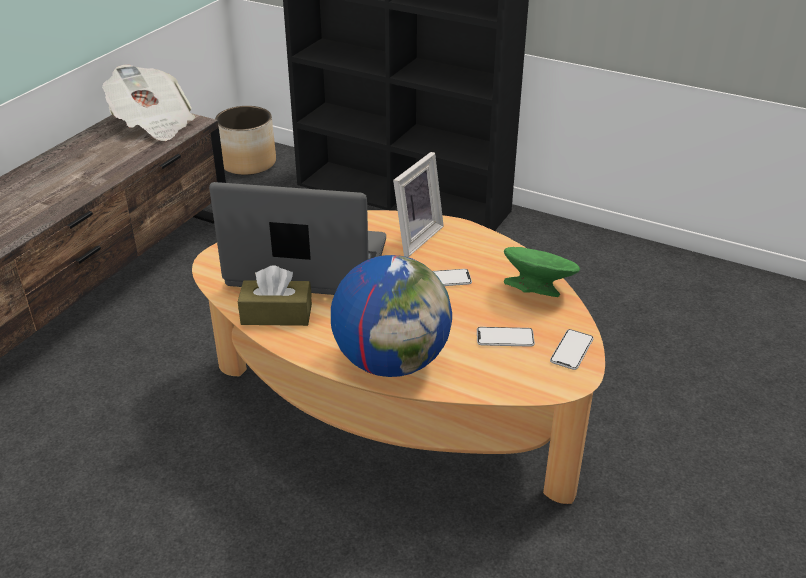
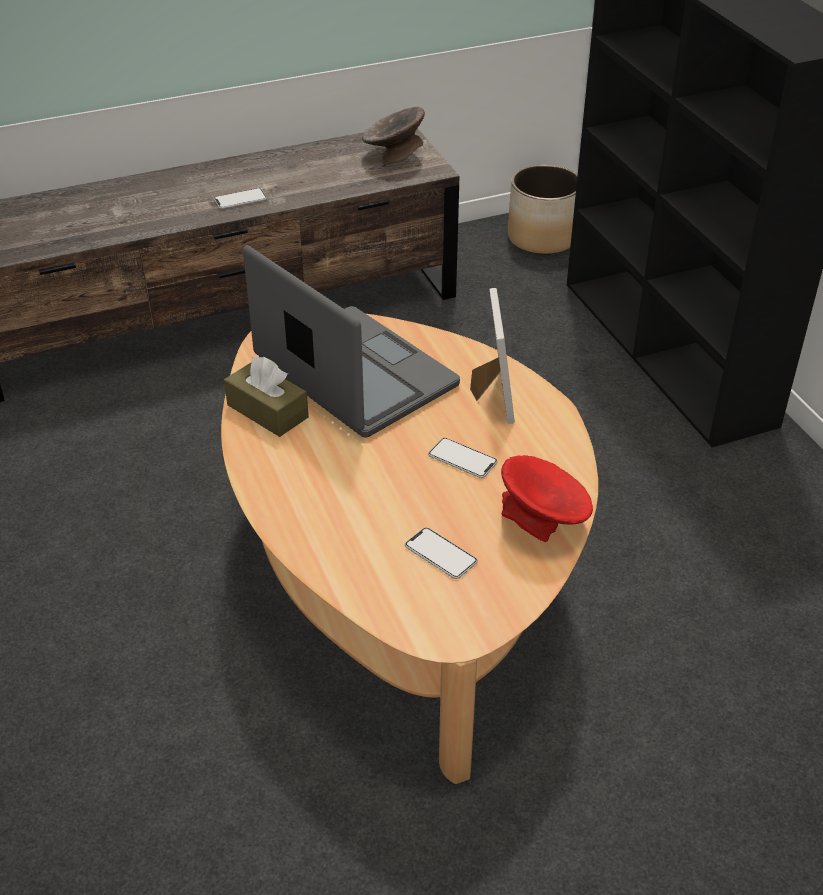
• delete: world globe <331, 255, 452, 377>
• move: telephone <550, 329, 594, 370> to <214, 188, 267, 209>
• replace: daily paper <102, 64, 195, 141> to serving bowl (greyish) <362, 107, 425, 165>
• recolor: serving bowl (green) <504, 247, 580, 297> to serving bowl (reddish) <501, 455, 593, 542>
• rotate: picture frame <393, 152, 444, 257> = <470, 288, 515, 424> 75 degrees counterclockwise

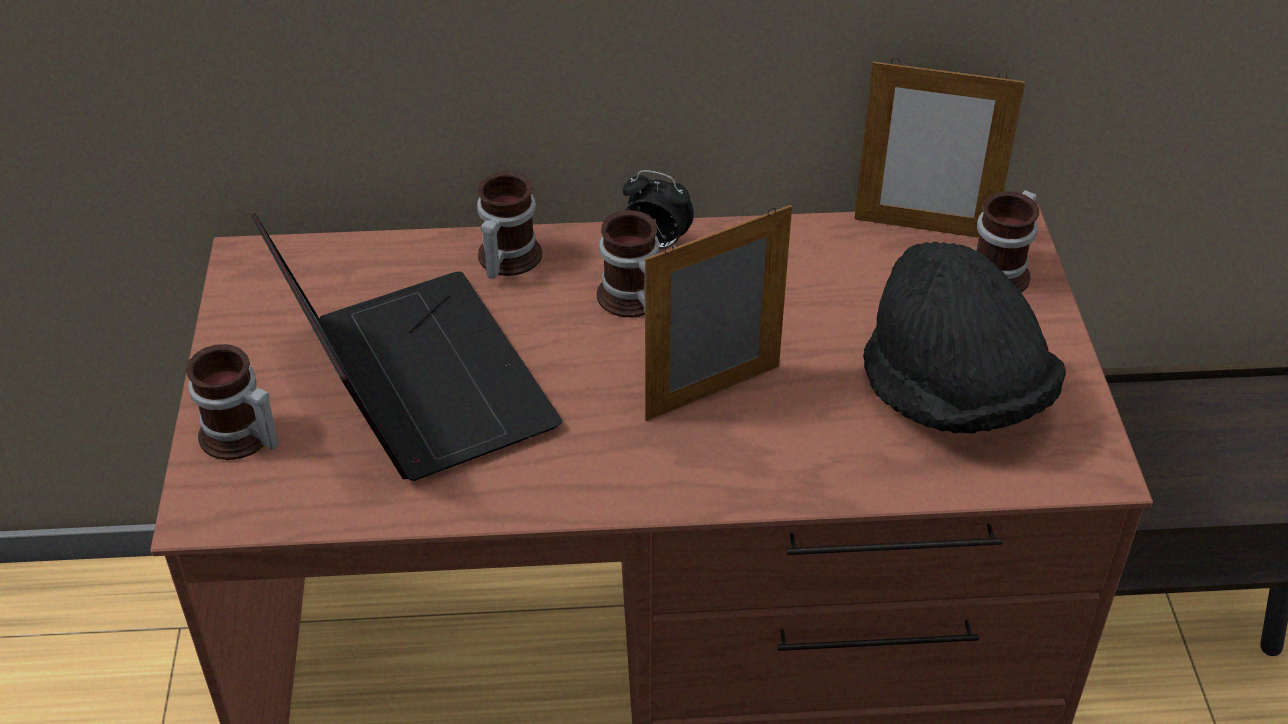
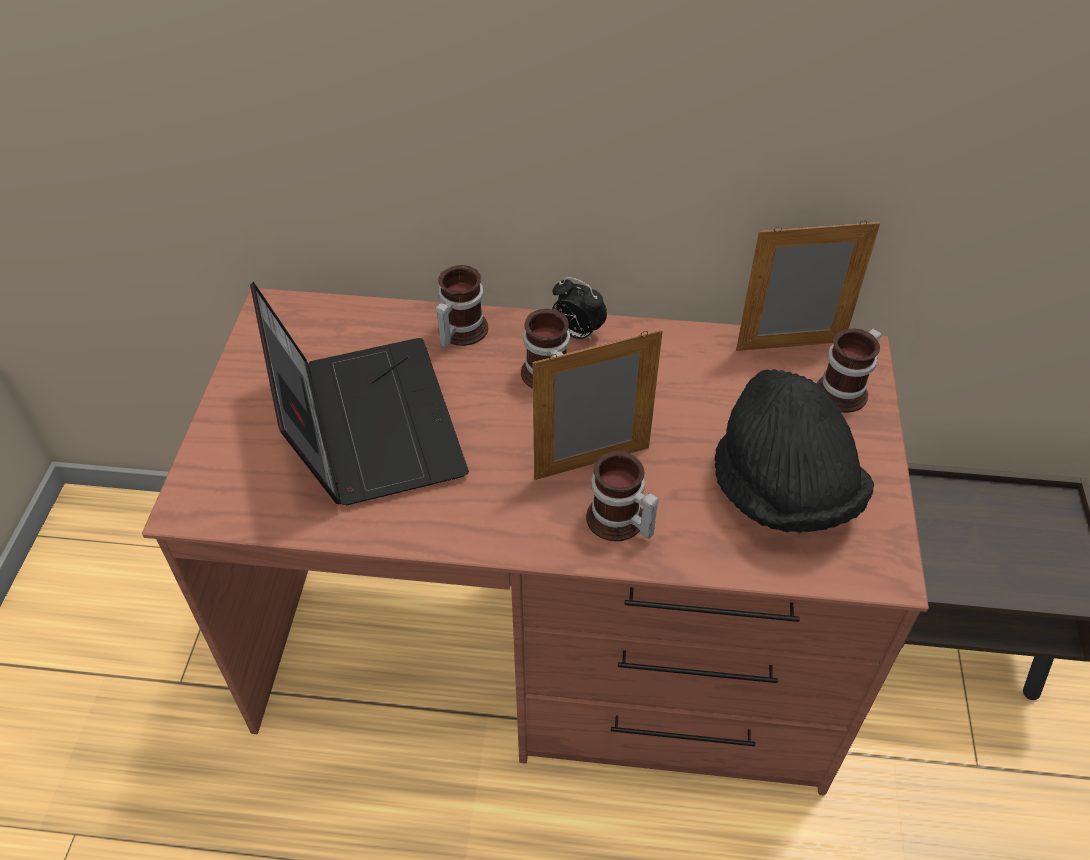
• move: mug <186, 344, 279, 460> to <586, 451, 659, 541>
• rotate: picture frame <855, 58, 1025, 238> = <736, 220, 880, 351> 150 degrees clockwise

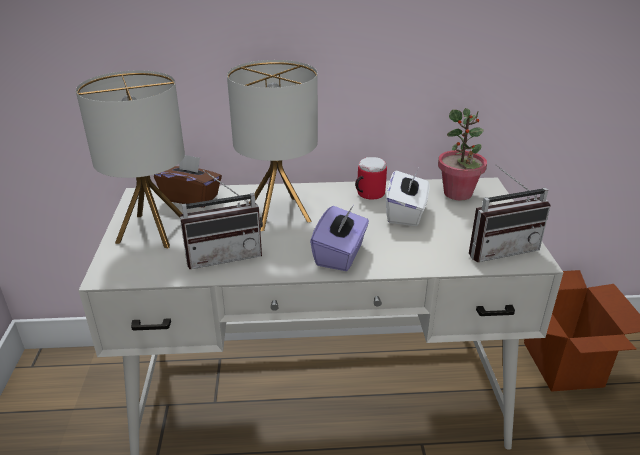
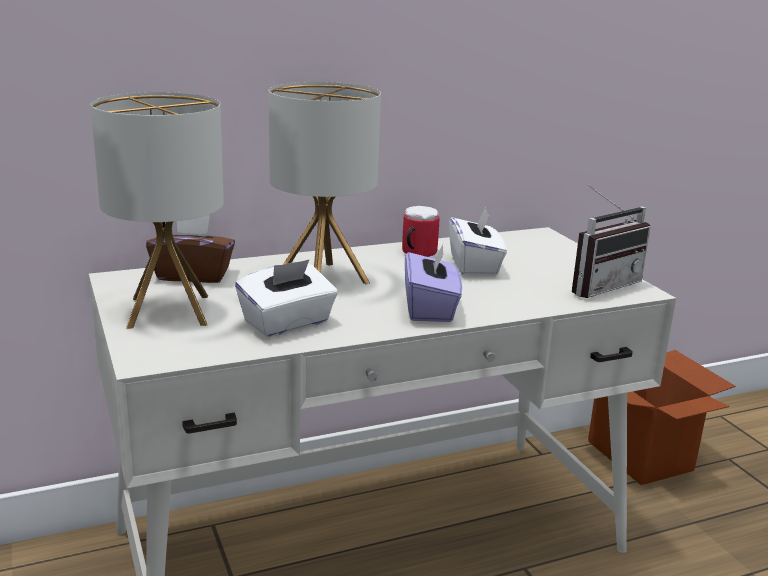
• delete: plant in a pot <438, 108, 487, 201>
• replace: radio receiver <180, 170, 263, 269> to box of tissues (whitish) <235, 259, 338, 337>

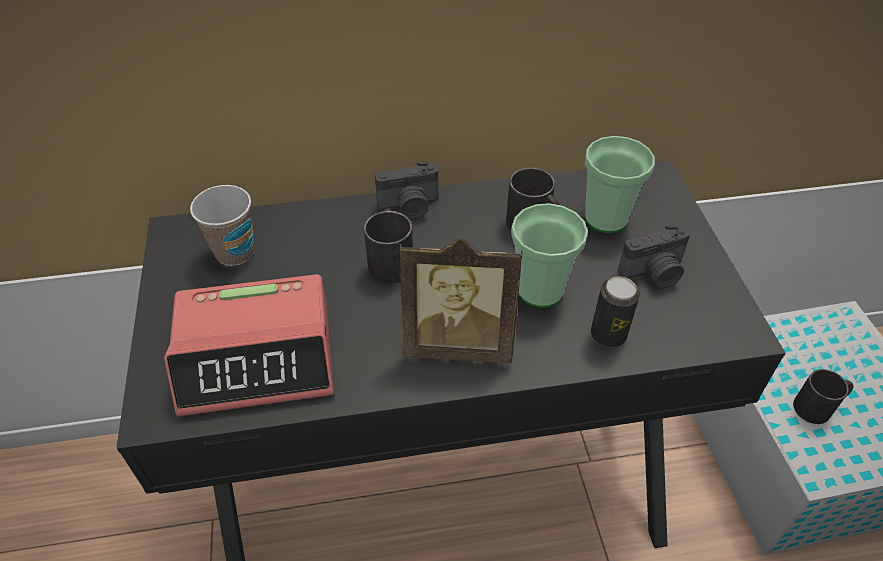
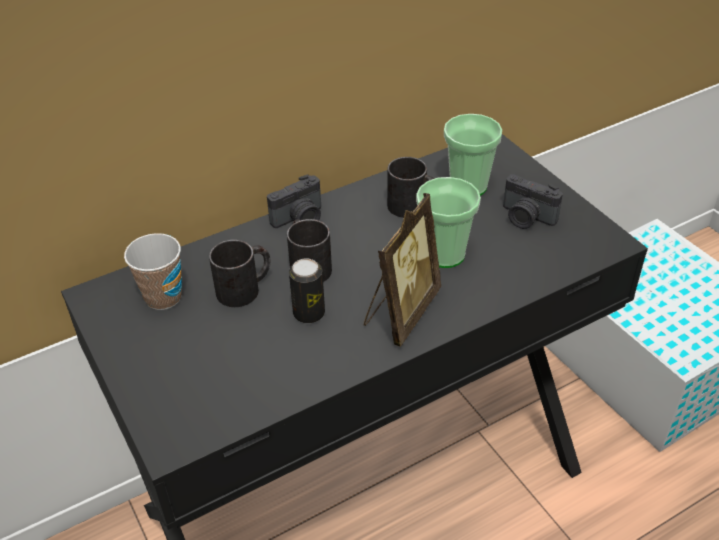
• delete: bedside clock <164, 274, 334, 416>
• move: can <591, 276, 640, 348> to <289, 258, 325, 323>
• move: mug (blackish) <793, 369, 854, 424> to <209, 240, 271, 307>
• rotate: picture frame <400, 238, 522, 363> = <364, 193, 441, 347> 45 degrees counterclockwise
• rotate: photo camera <618, 224, 690, 289> = <503, 174, 563, 229> 75 degrees clockwise

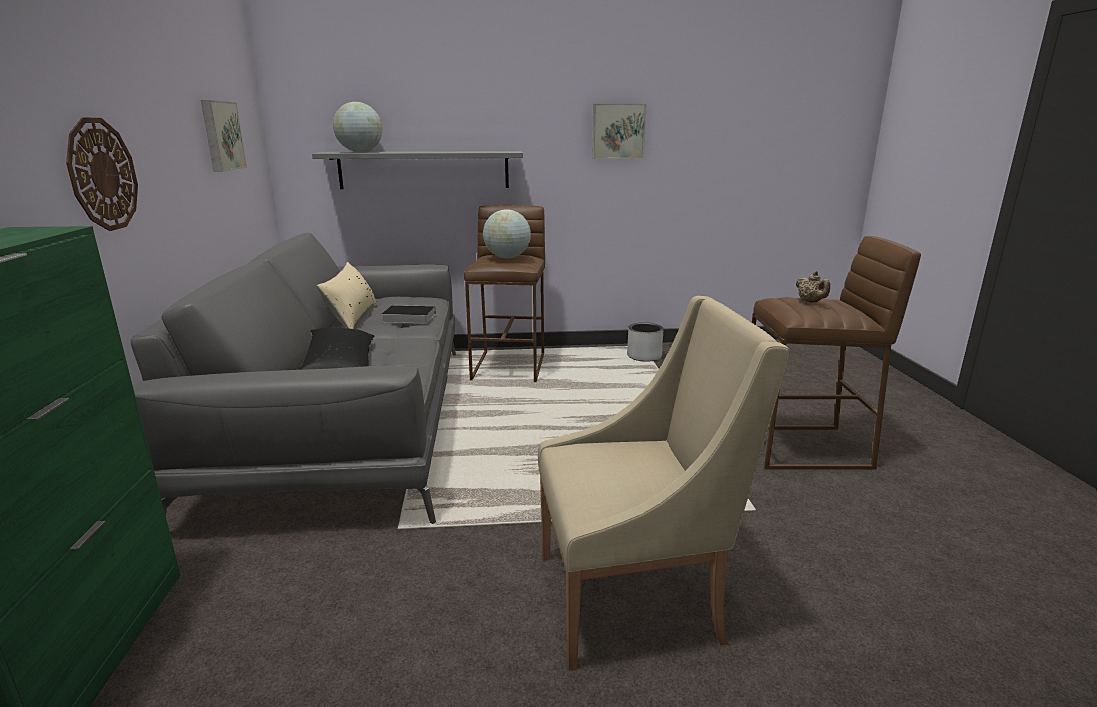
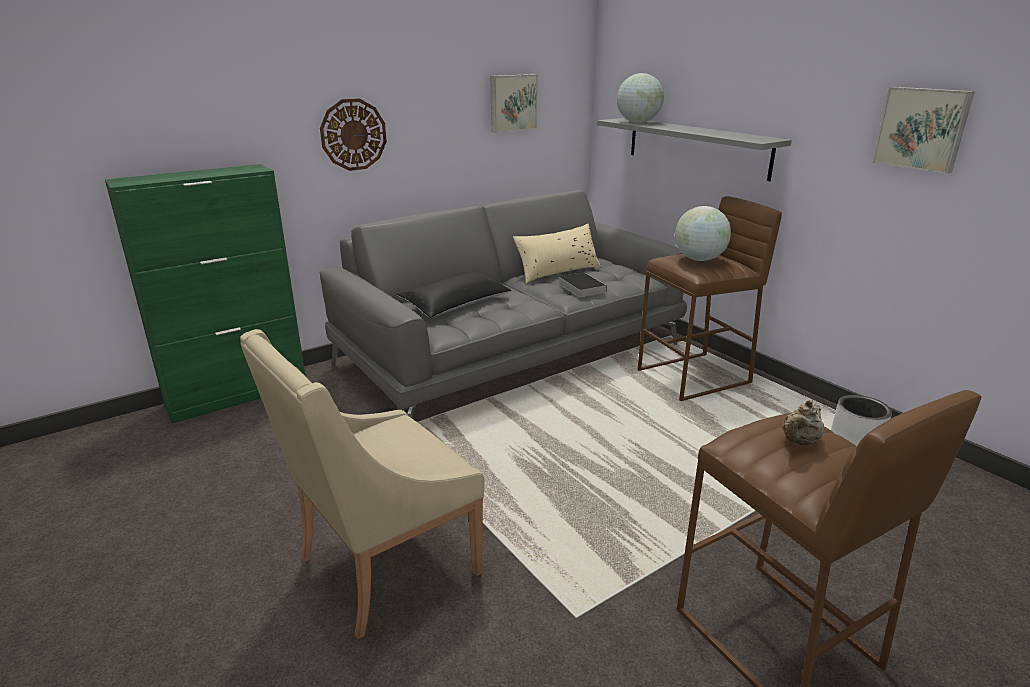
• rotate: easy chair (beige-coloured) <538, 296, 789, 671> = <240, 329, 485, 639> 90 degrees clockwise

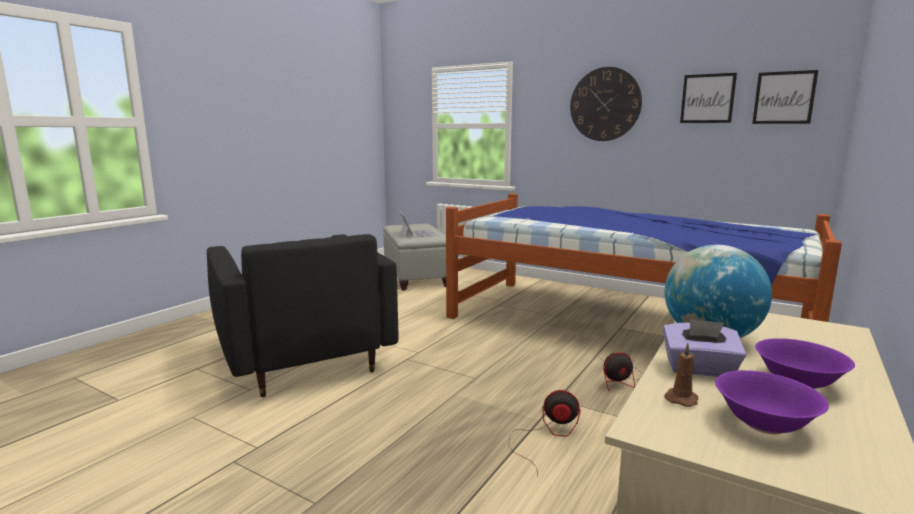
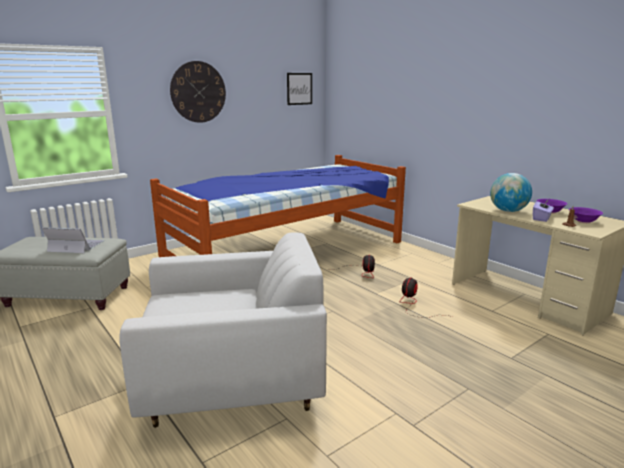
• delete: wall art <680, 73, 737, 123>
• recolor: easy chair (blackish) <207, 234, 398, 397> to easy chair (whitish) <119, 233, 327, 428>

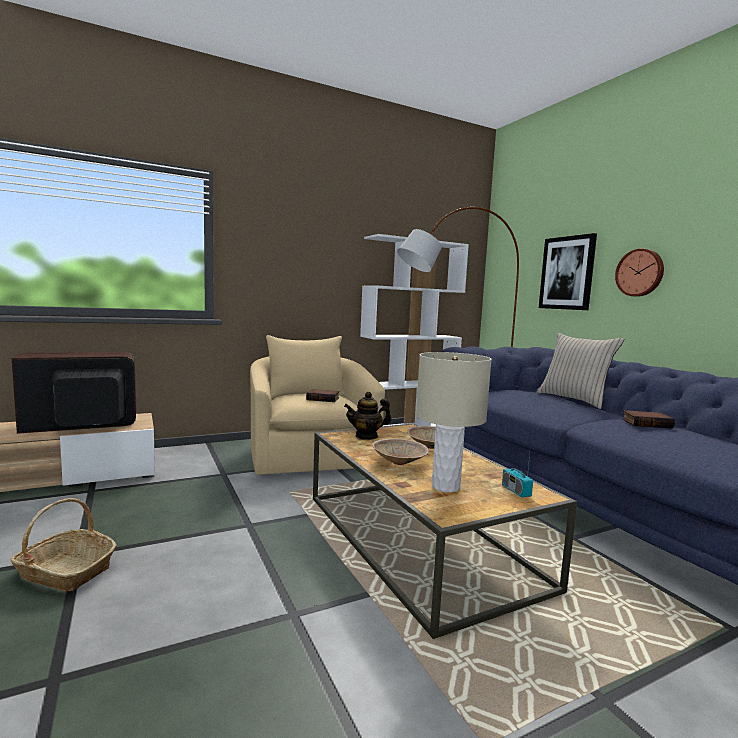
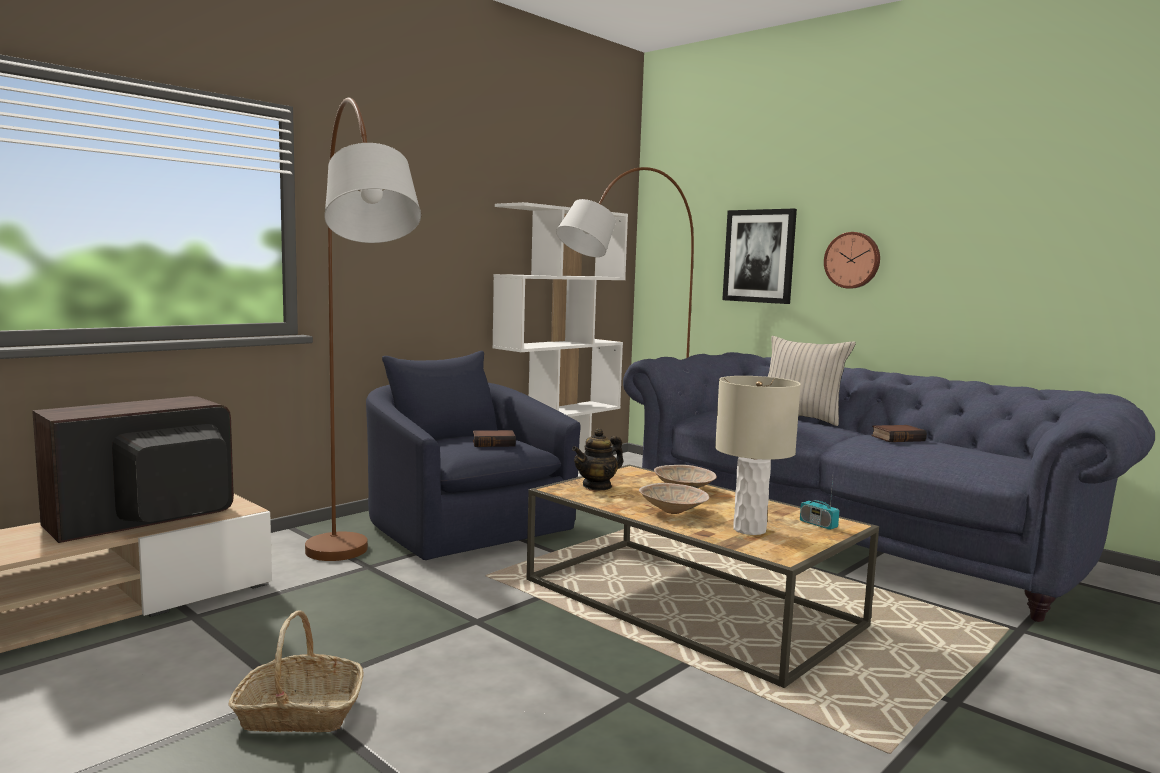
• insert: floor lamp (brown-coloured) <305, 98, 421, 561>
• recolor: easy chair (beige-coloured) <250, 335, 385, 475> to easy chair (blue-coloured) <366, 351, 581, 560>

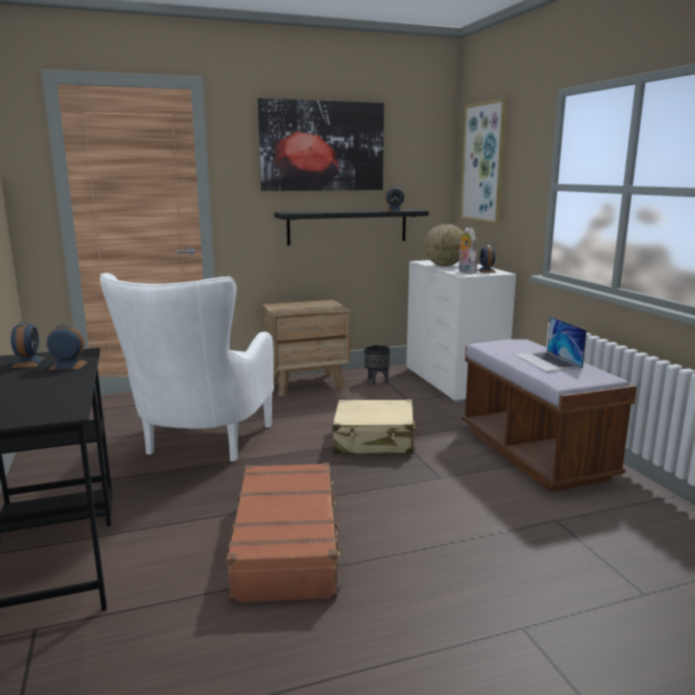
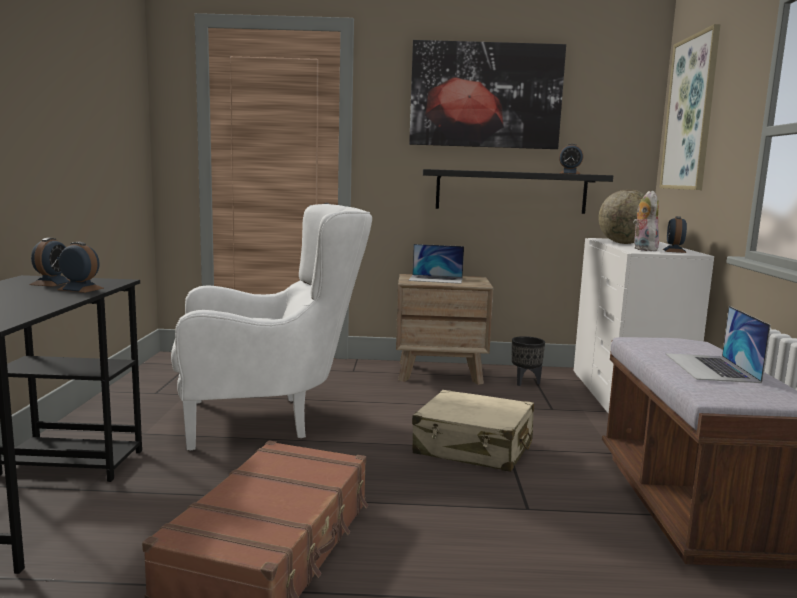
• insert: portable computer <408, 244, 464, 284>
• rotate: easy chair (whitish) <100, 273, 274, 462> = <171, 204, 372, 450> 135 degrees counterclockwise

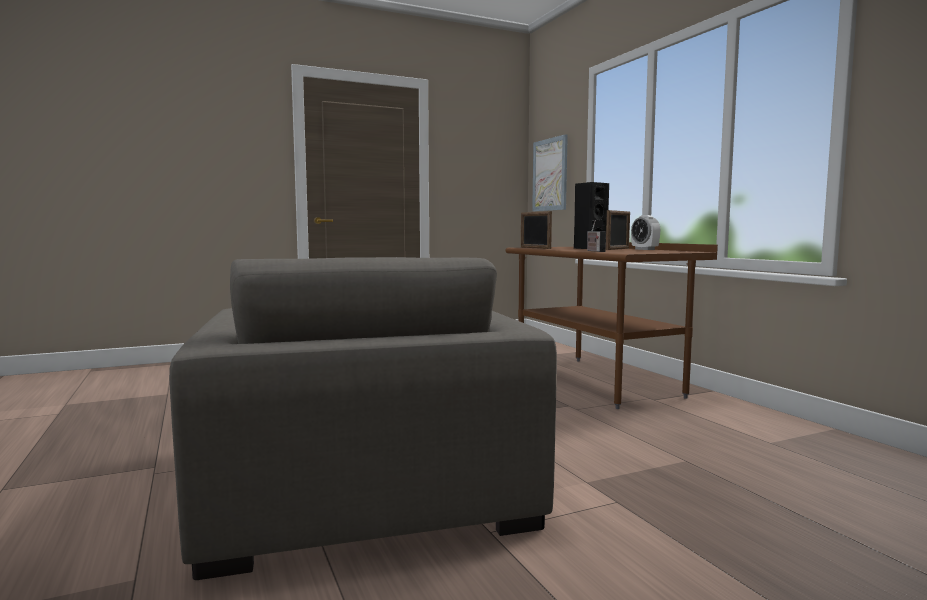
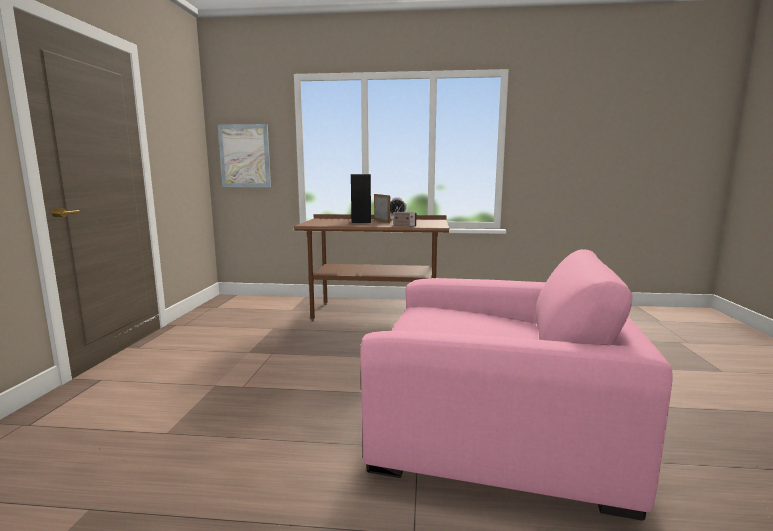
• delete: picture frame <521, 211, 552, 249>
• recolor: easy chair (greyish) <169, 257, 557, 580> to easy chair (pink) <360, 249, 672, 520>

